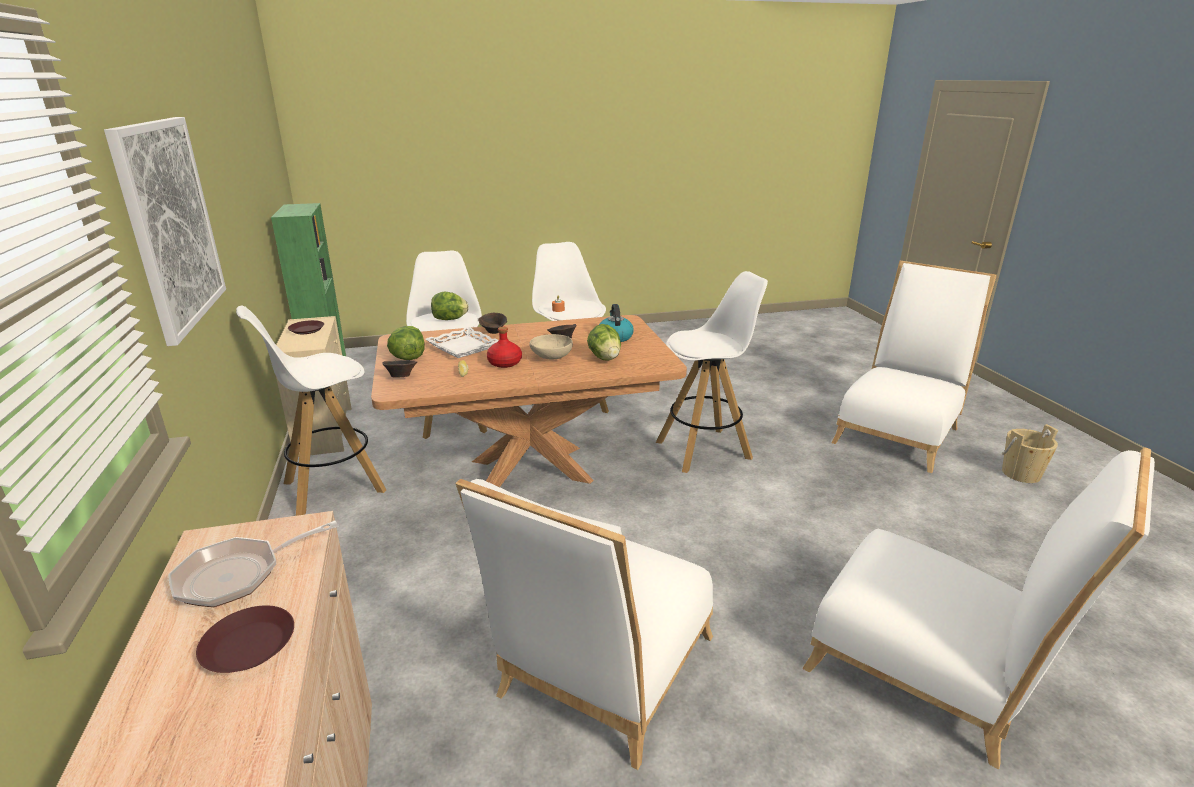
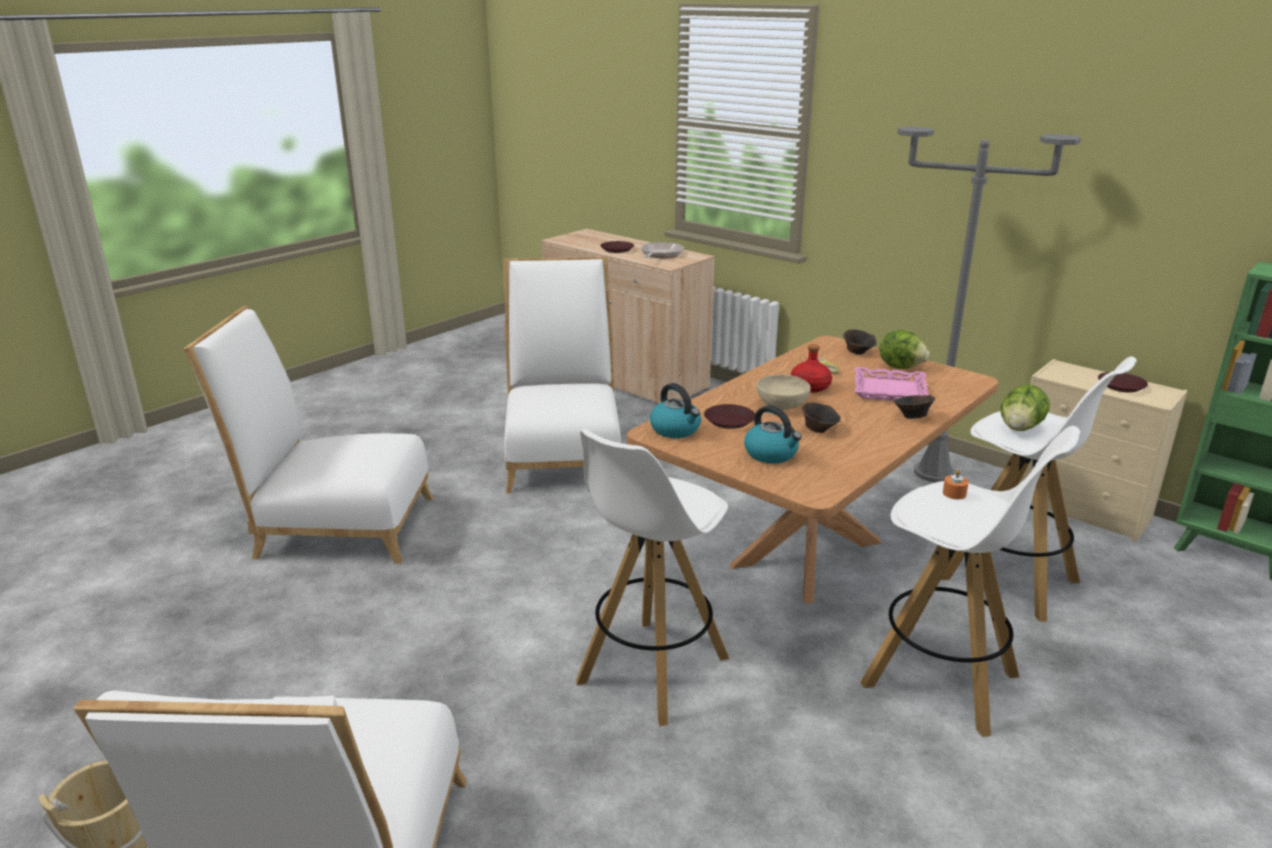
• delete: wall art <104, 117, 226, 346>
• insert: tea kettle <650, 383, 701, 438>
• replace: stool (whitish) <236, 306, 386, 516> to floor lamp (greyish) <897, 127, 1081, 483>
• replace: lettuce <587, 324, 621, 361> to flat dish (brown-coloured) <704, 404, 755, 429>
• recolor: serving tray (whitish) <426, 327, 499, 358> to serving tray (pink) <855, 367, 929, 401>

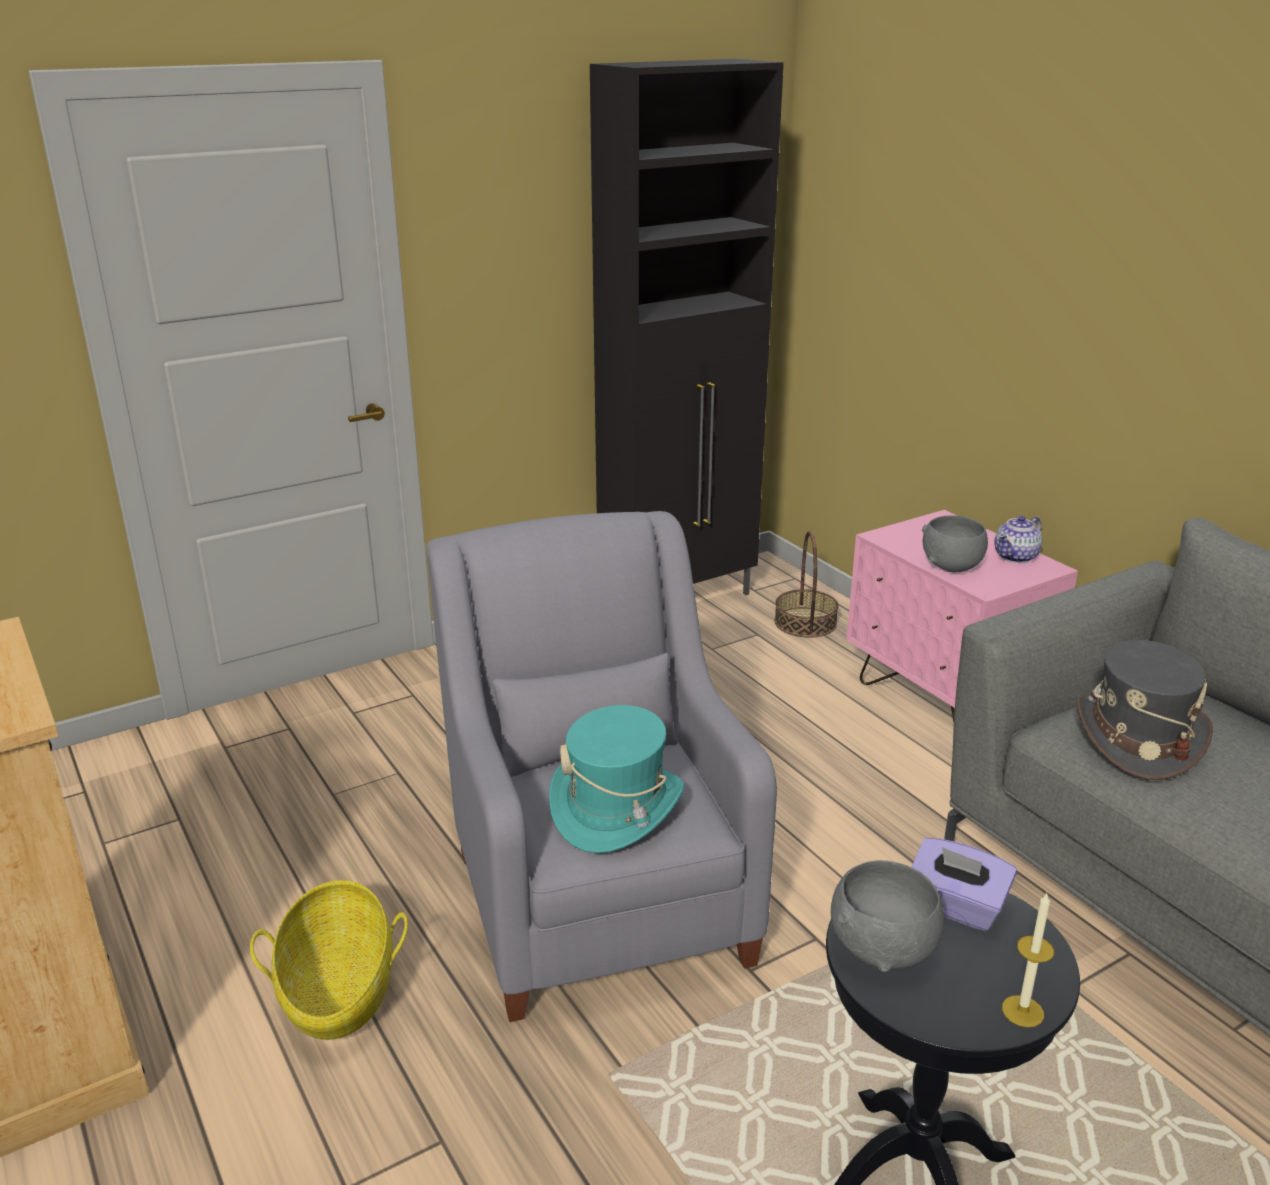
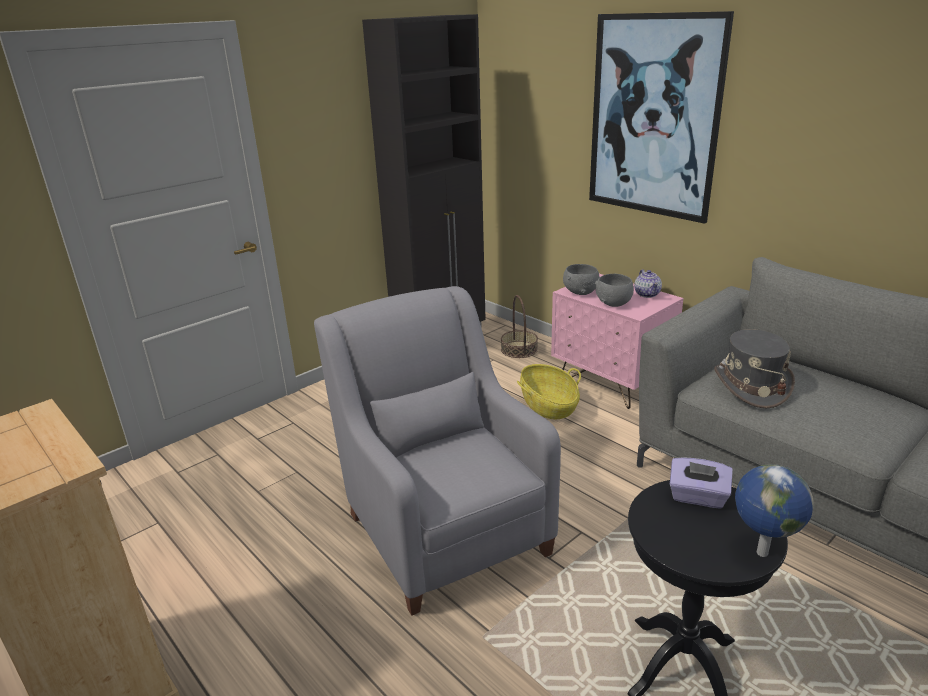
• delete: hat (turquoise-coloured) <549, 705, 684, 853>
• insert: wall art <589, 11, 734, 224>
• move: storage basket <250, 880, 408, 1040> to <517, 364, 581, 419>
• move: serving bowl (greyish) <831, 860, 945, 972> to <563, 264, 600, 295>
• replace: candle <1002, 893, 1054, 1027> to world globe <735, 464, 814, 557>
• rotate: tea pot <994, 516, 1043, 563> = <634, 269, 662, 298> 45 degrees counterclockwise

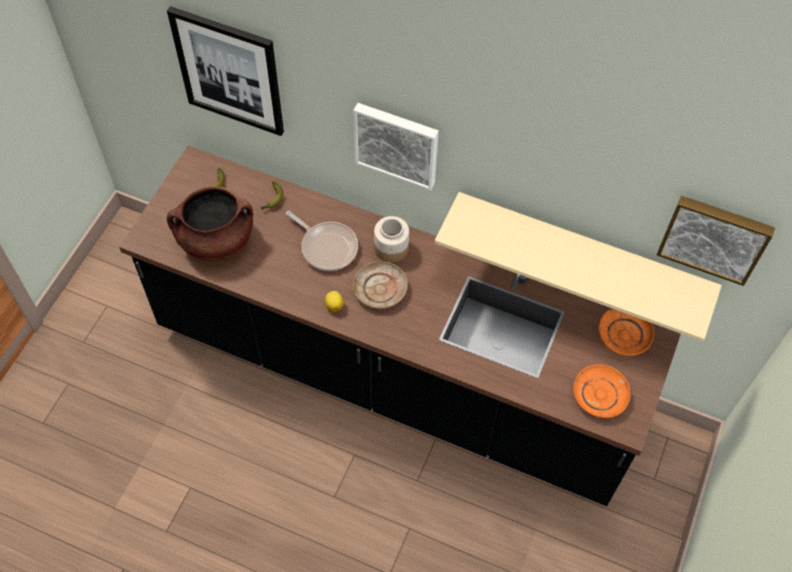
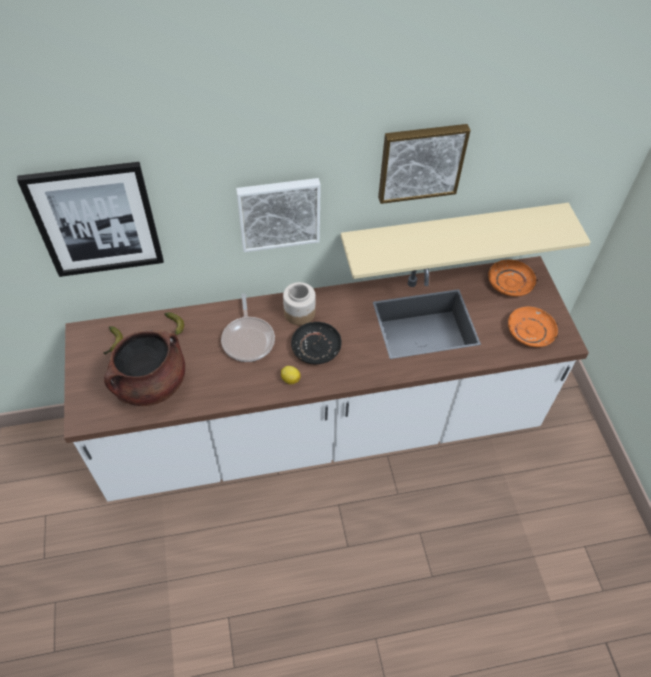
• move: wall art <657, 196, 775, 286> to <378, 124, 471, 204>
• recolor: kitchen counter (blackish) <119, 145, 681, 506> to kitchen counter (whitish) <64, 256, 589, 502>
• recolor: flat dish (beige-coloured) <353, 261, 408, 309> to flat dish (blackish) <291, 322, 342, 364>
• rotate: pan <286, 211, 358, 271> = <221, 294, 275, 362> 75 degrees clockwise

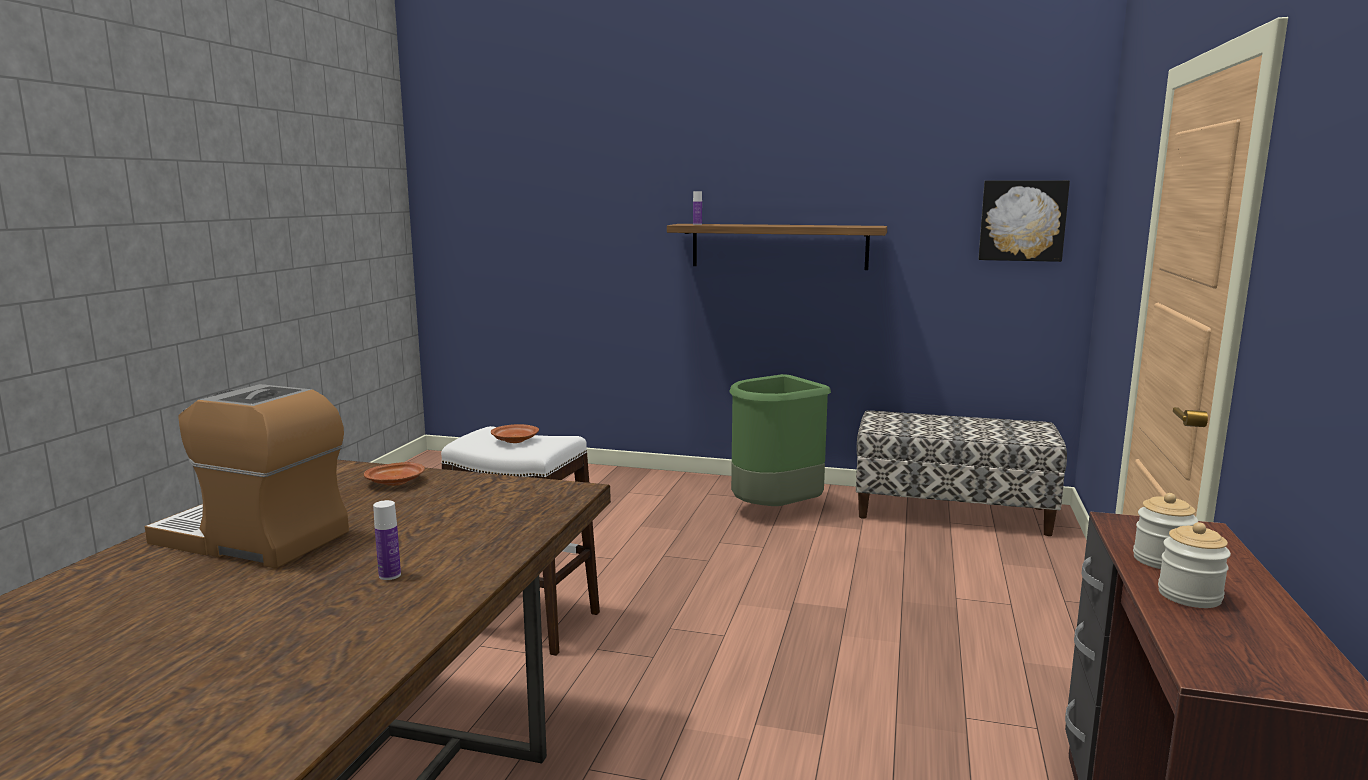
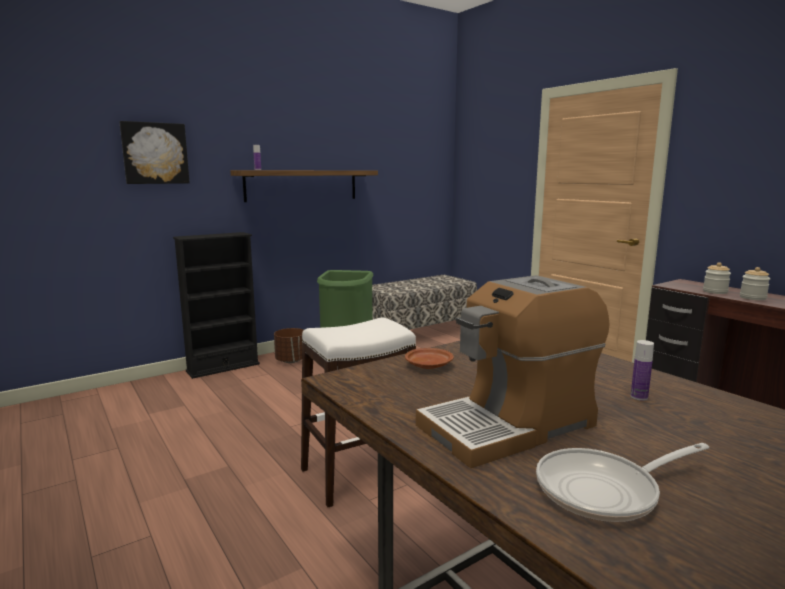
• delete: flat dish (brown-coloured) <491, 424, 539, 443>
• insert: shelving unit (blackish) <173, 232, 260, 379>
• insert: flower pot (brown-coloured) <274, 328, 304, 363>
• insert: pan <536, 443, 709, 522>
• move: wall art <978, 180, 1070, 262> to <120, 121, 190, 184>

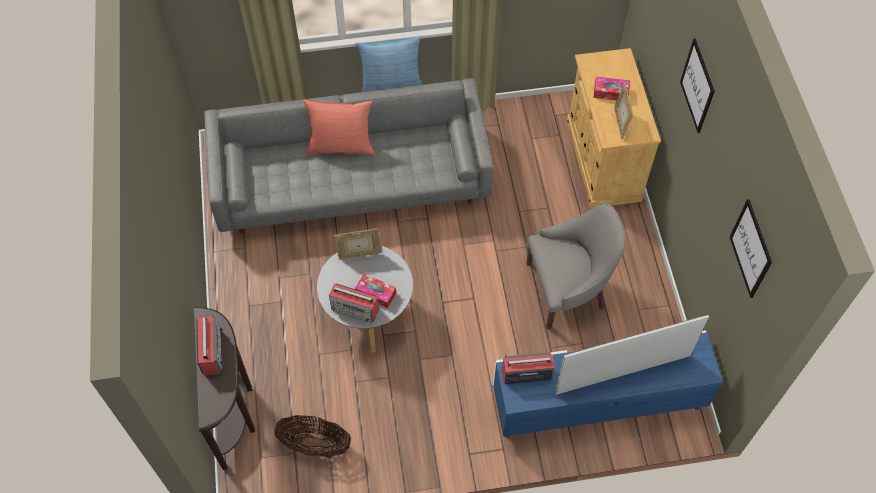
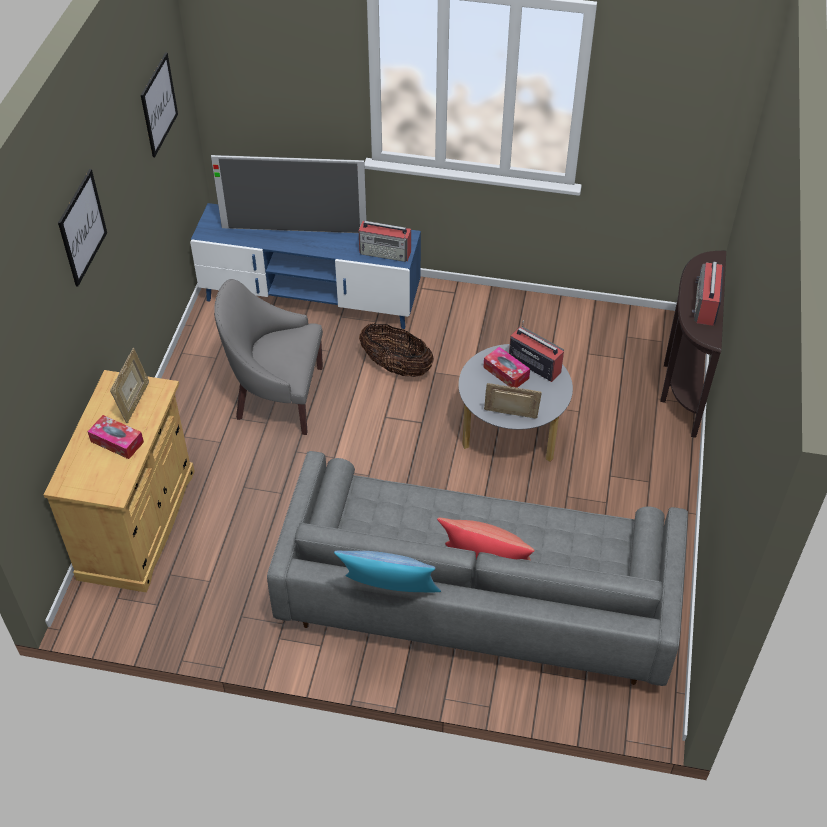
• move: storage basket <274, 415, 351, 457> to <359, 324, 434, 377>

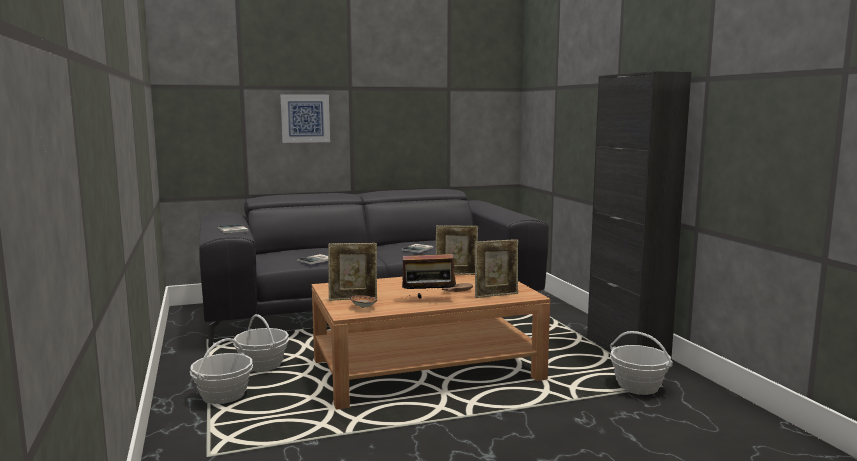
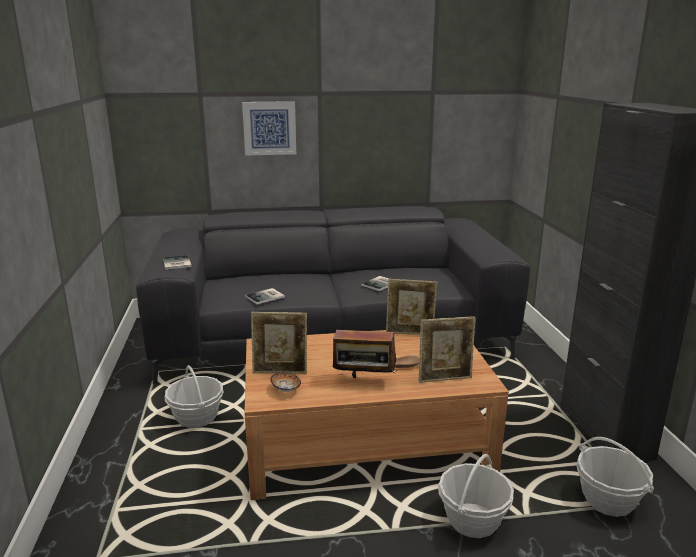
• move: storage basket <190, 338, 253, 404> to <438, 454, 514, 538>

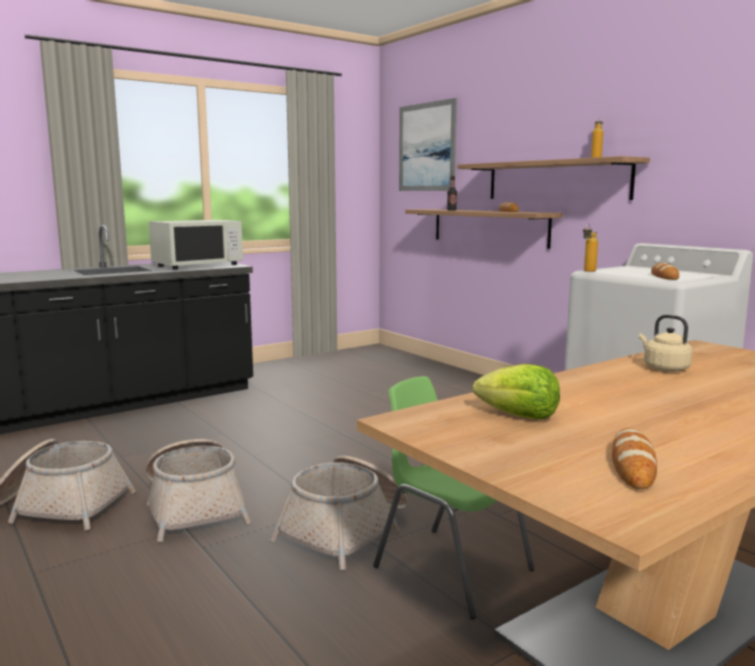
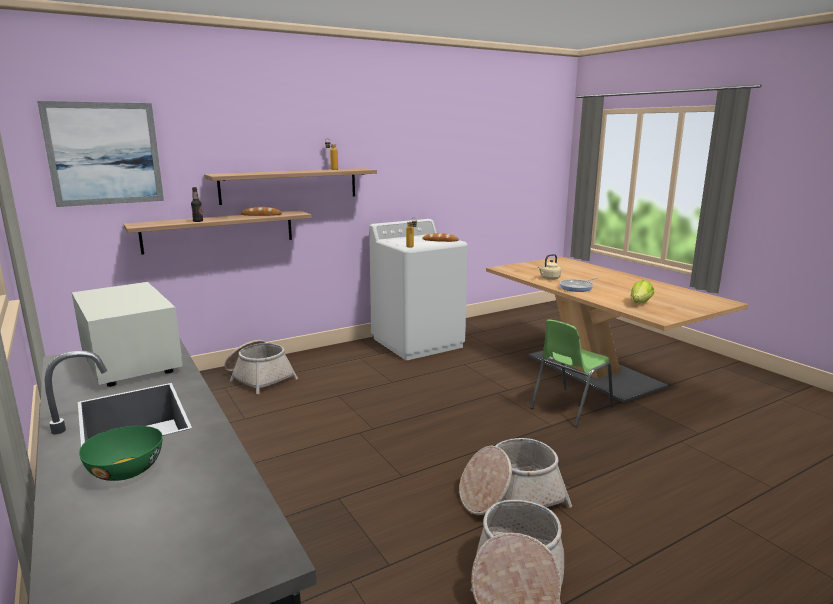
• delete: bakery bread <612, 428, 657, 489>
• insert: serving bowl (green) <79, 426, 163, 481>
• insert: pan <560, 277, 598, 292>
• move: storage basket <270, 455, 408, 570> to <225, 340, 298, 394>

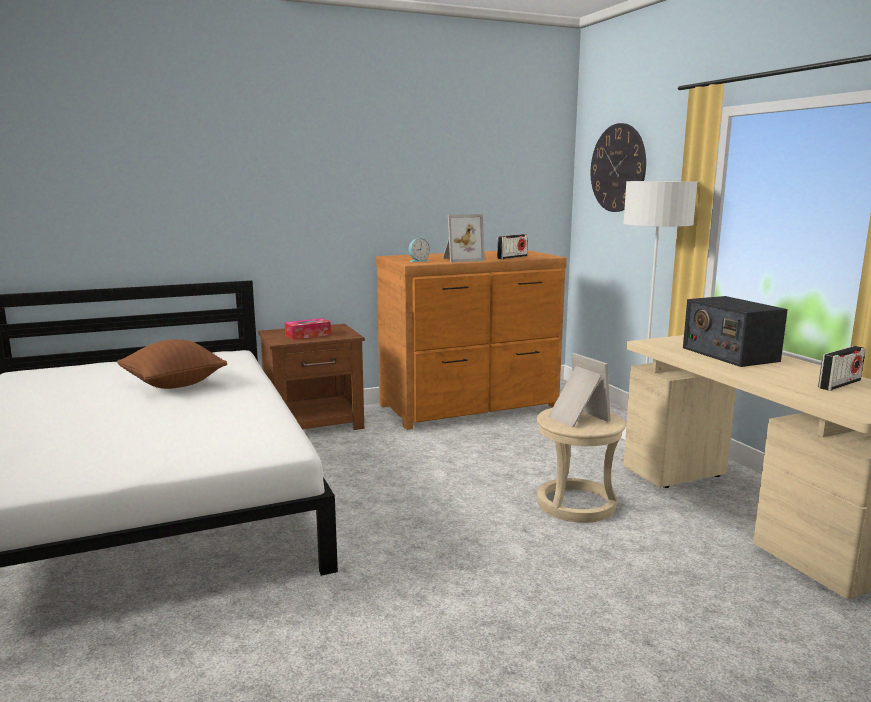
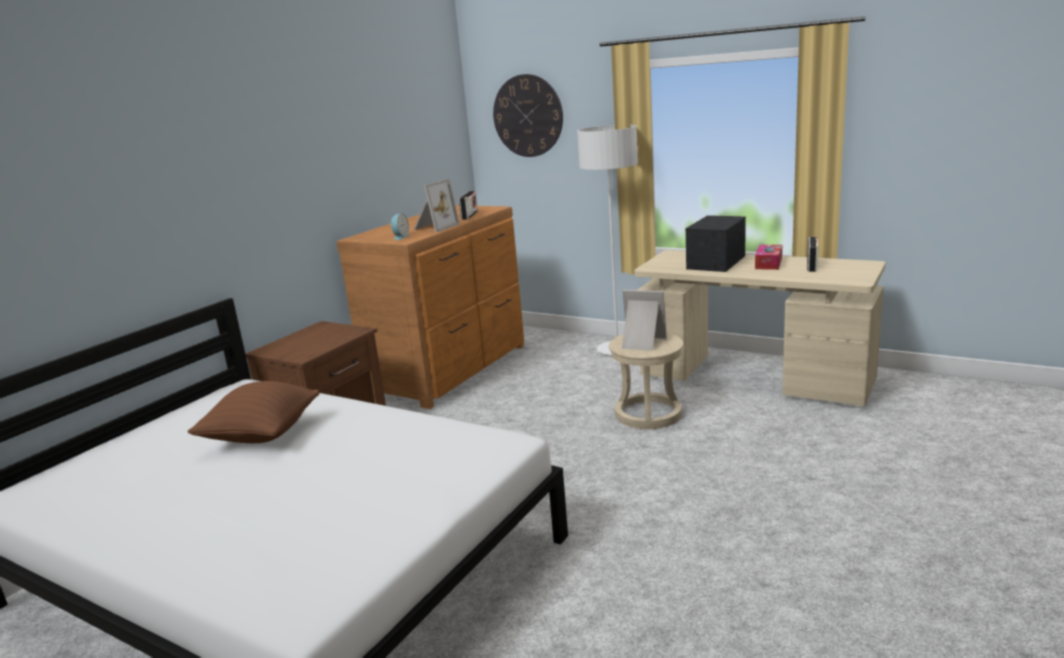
• move: box of tissues <285, 318, 331, 340> to <755, 245, 782, 270>
• rotate: radio receiver <683, 296, 788, 367> = <686, 215, 746, 272> 90 degrees clockwise

